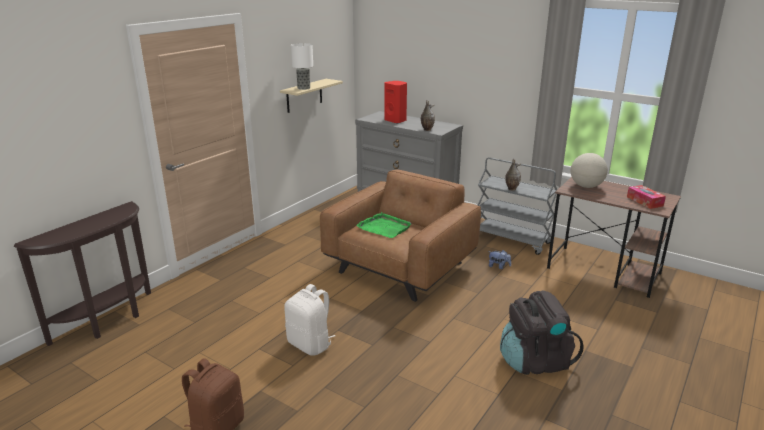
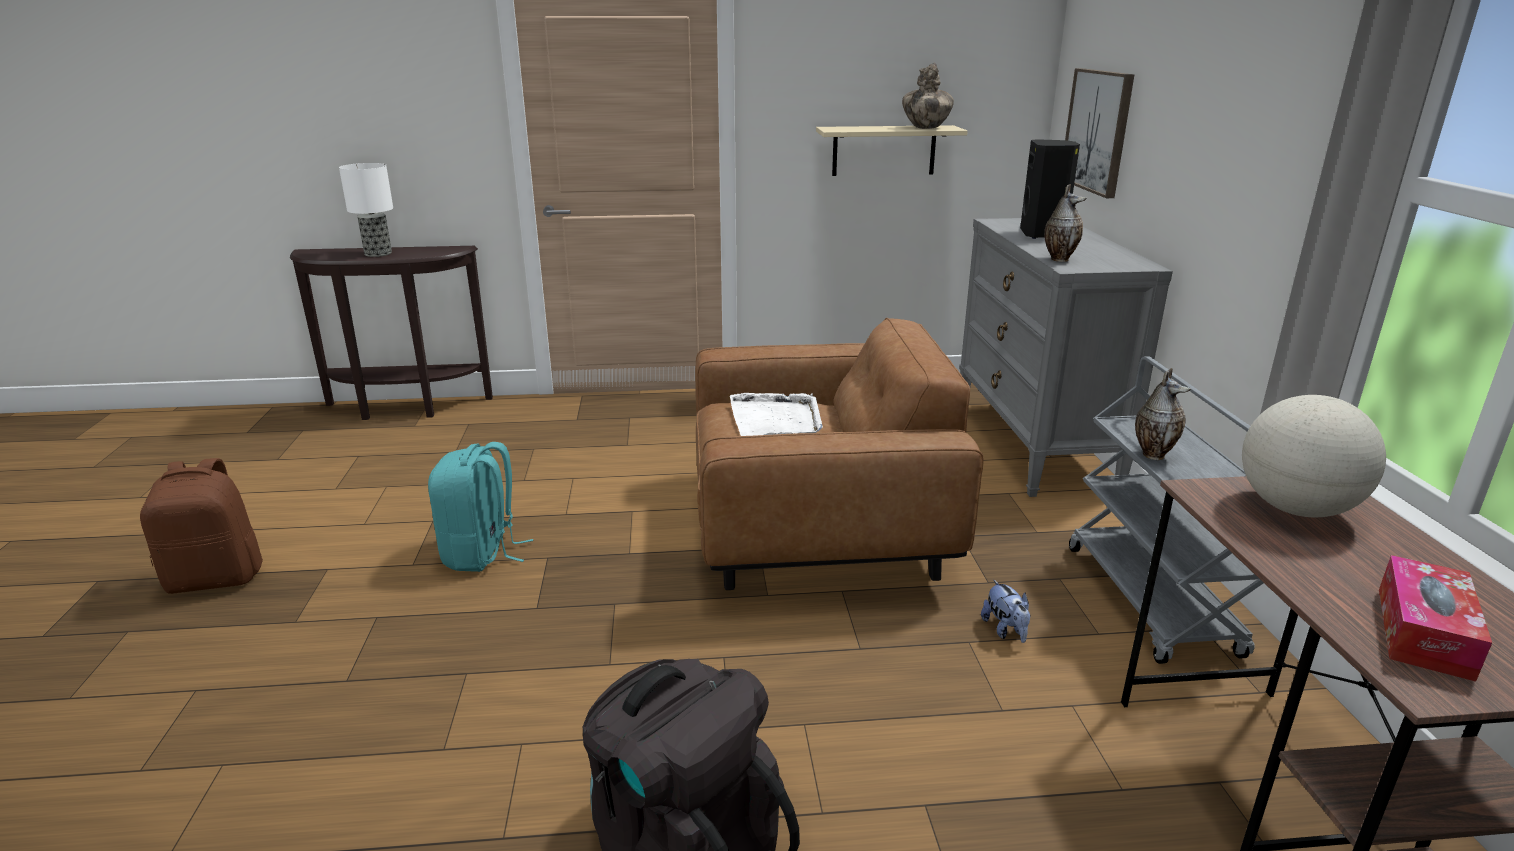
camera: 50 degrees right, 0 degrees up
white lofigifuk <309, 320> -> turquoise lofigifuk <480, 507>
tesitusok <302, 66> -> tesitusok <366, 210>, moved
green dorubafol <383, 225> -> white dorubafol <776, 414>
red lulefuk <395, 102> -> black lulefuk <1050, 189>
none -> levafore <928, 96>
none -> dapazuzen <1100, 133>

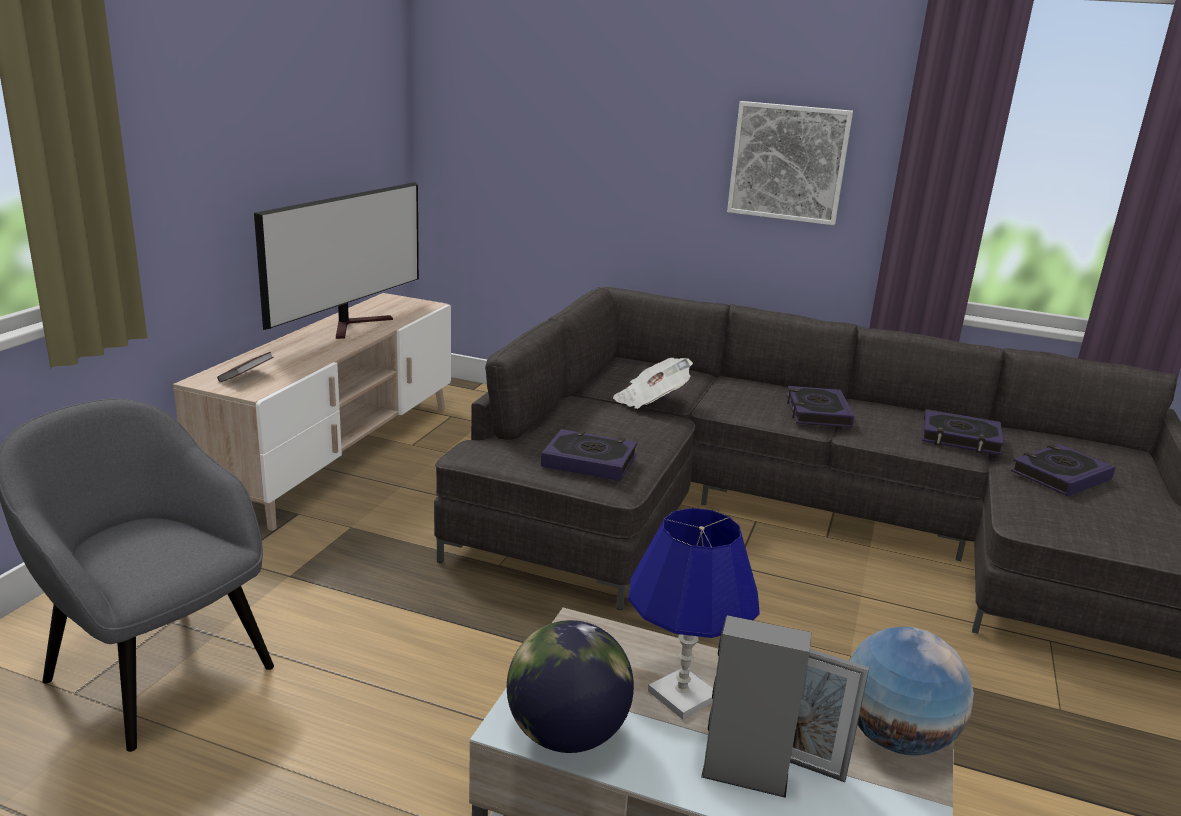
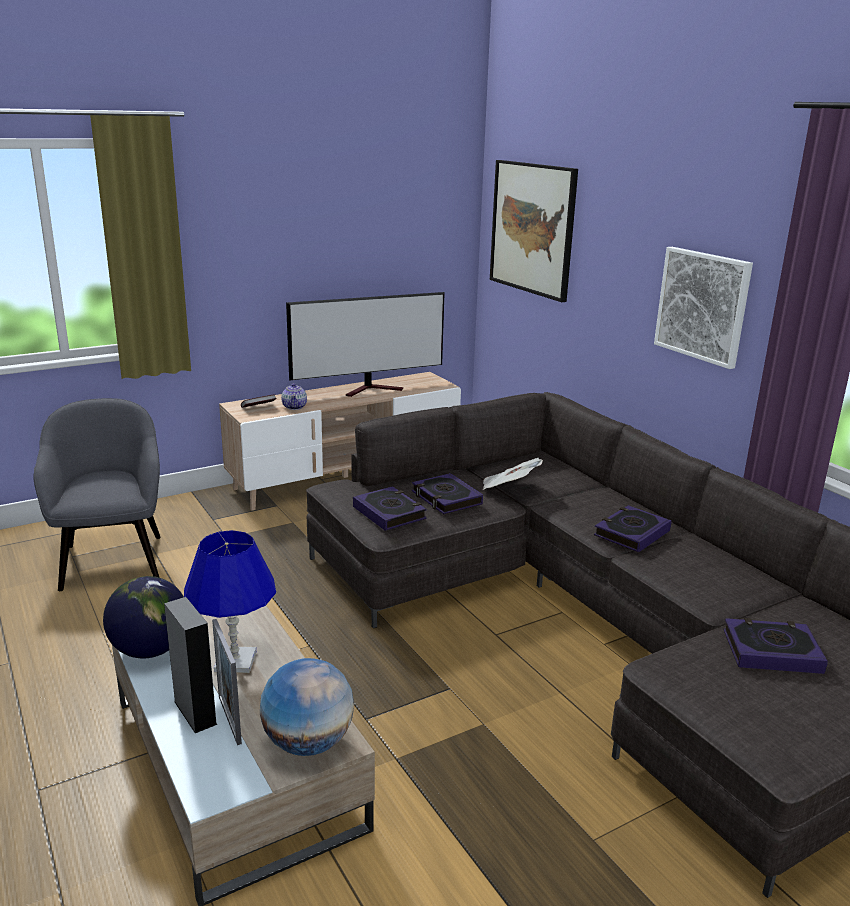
camera: 40 degrees right, 0 degrees up
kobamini <963, 432> -> kobamini <447, 493>, moved
none -> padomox <294, 396>
none -> dapazuzen <534, 231>

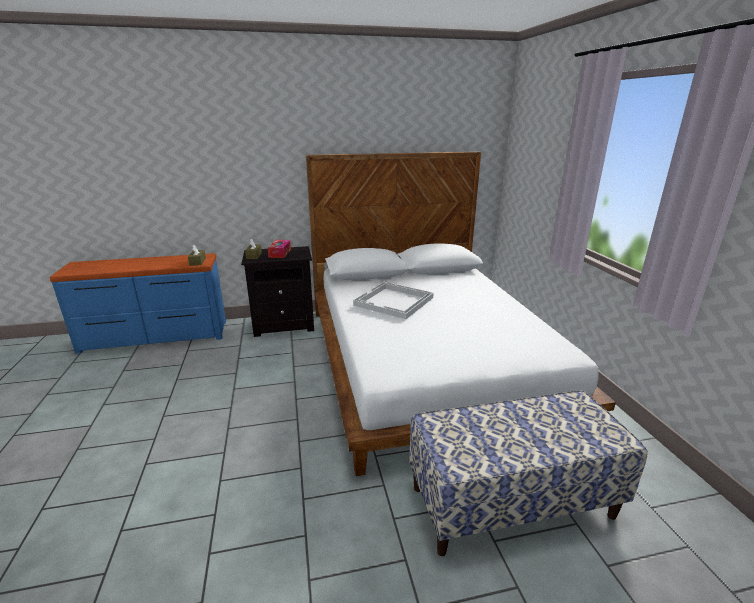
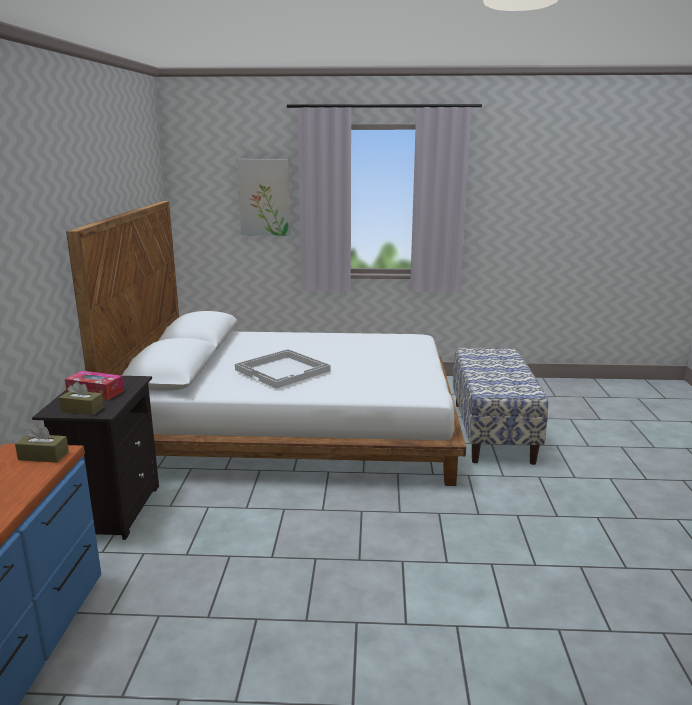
camera: 75 degrees left, 5 degrees down
none -> dapazuzen <264, 197>

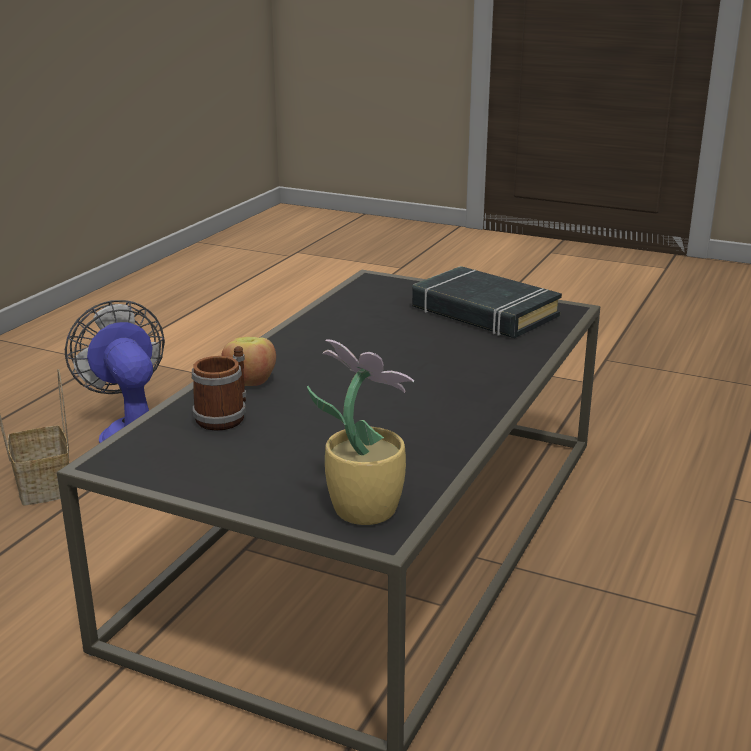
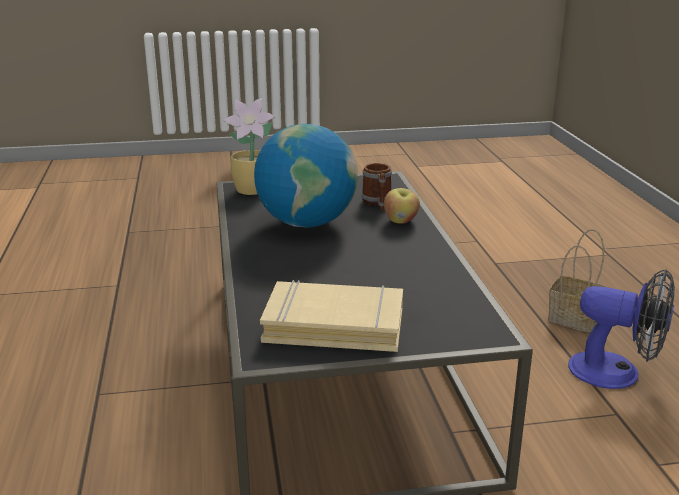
camera: 145 degrees right, 0 degrees up
black kobamini <487, 302> -> beige kobamini <331, 316>
none -> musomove <306, 176>

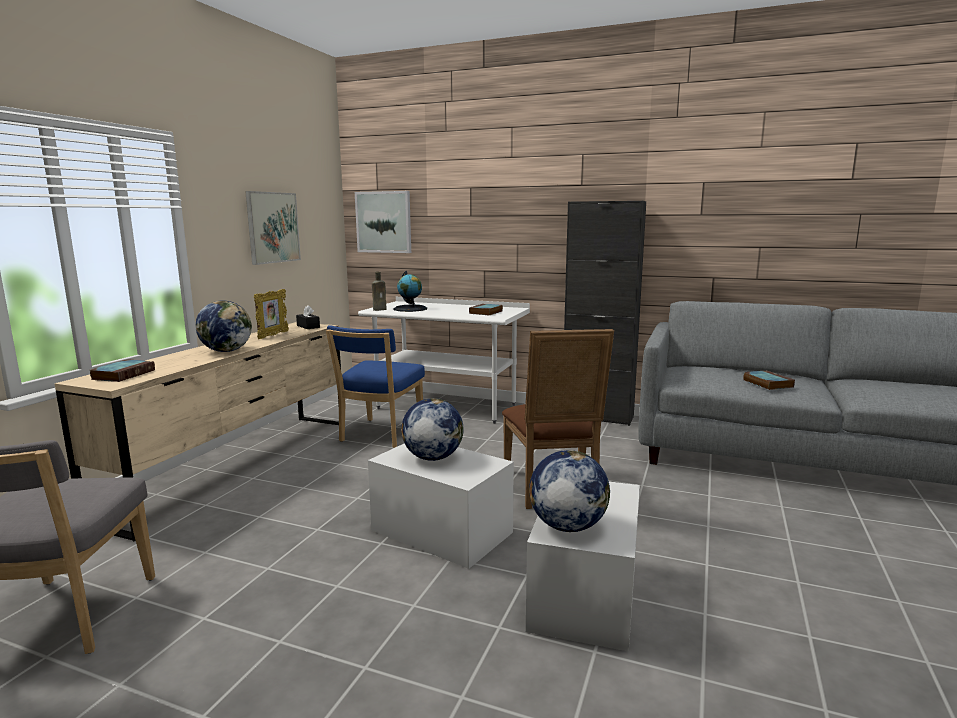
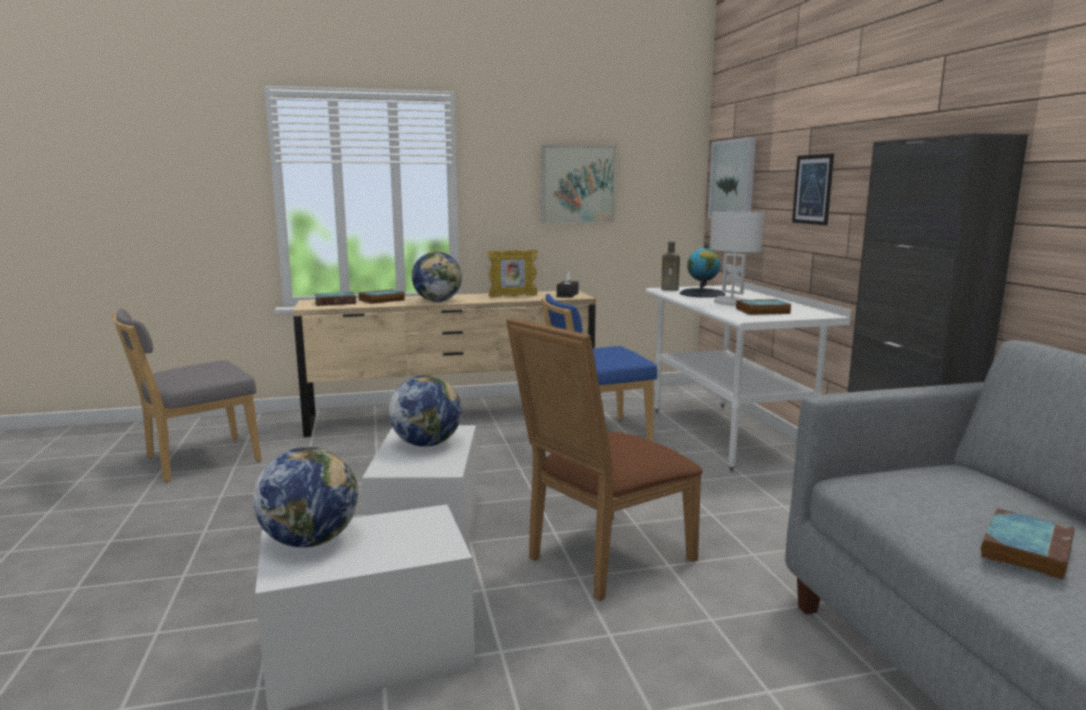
camera: 55 degrees right, 0 degrees up
none -> kobamini <382, 296>
none -> white tesitusok <737, 258>
none -> dapazuzen <813, 189>

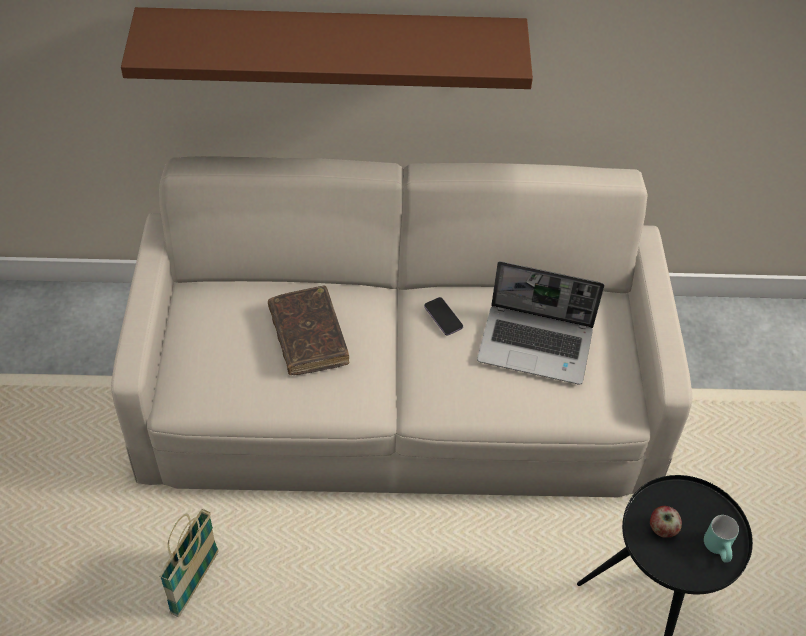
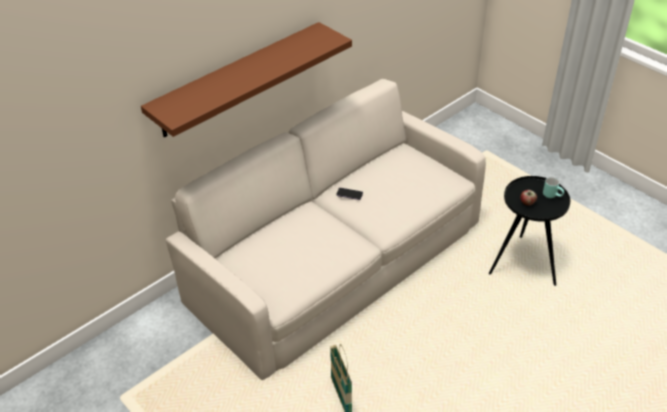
camera: 40 degrees left, 10 degrees down
brown kobamini <308, 330> -> none
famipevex <541, 323> -> none

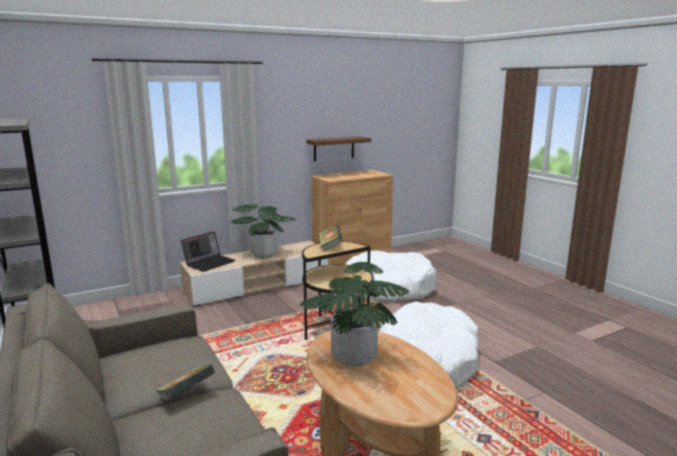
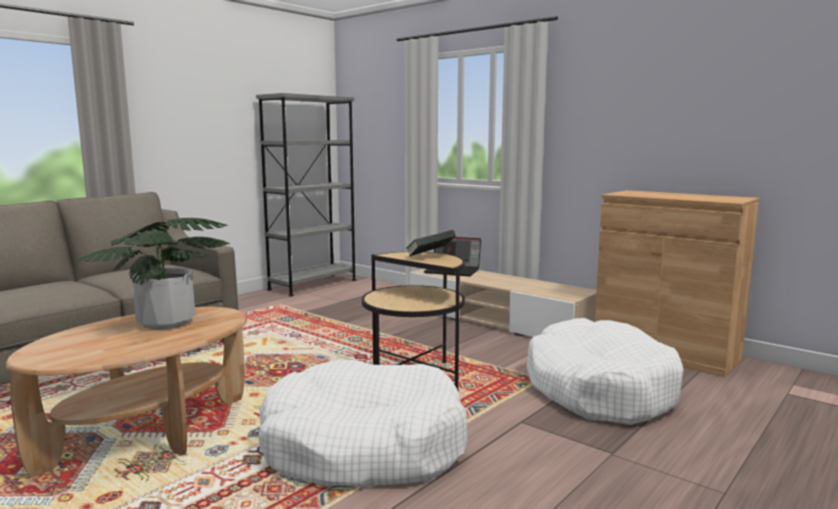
camera: 70 degrees right, 5 degrees down
kobamini <185, 382> -> none
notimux <263, 231> -> none
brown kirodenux <338, 148> -> none

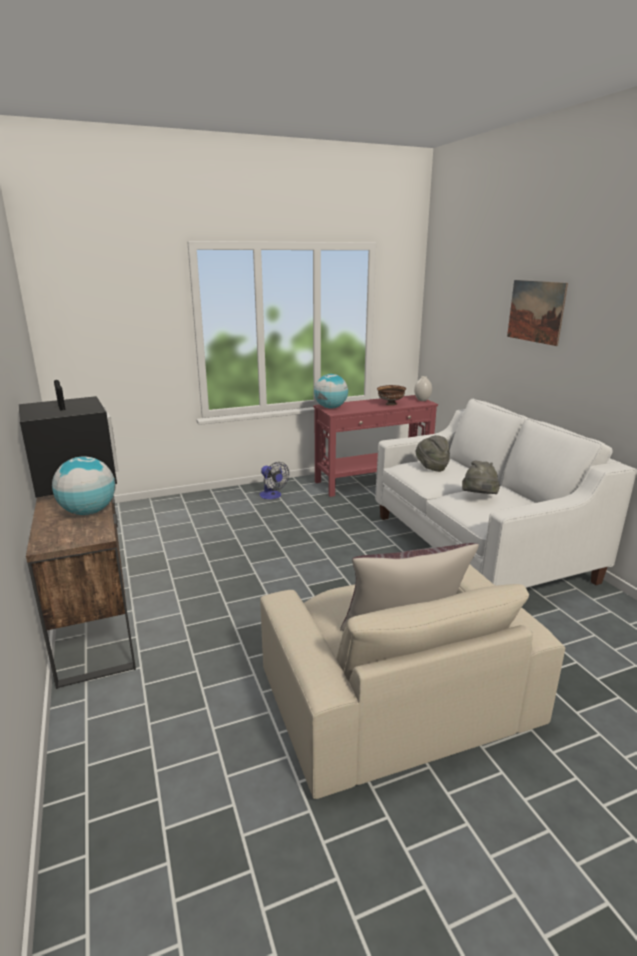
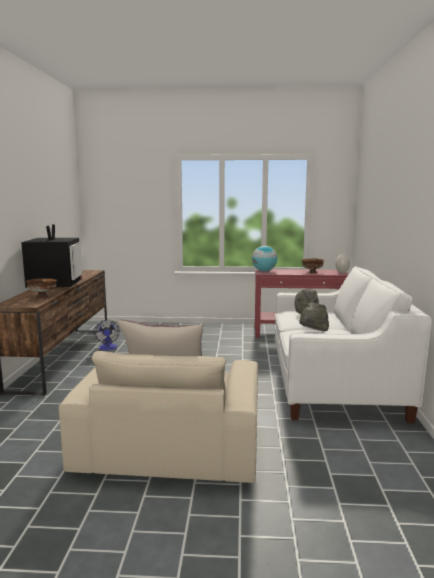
camera: 25 degrees right, 10 degrees down
musomove <84, 485> -> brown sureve <41, 288>
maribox <274, 480> -> maribox <107, 335>, moved
dapazuzen <537, 313> -> none

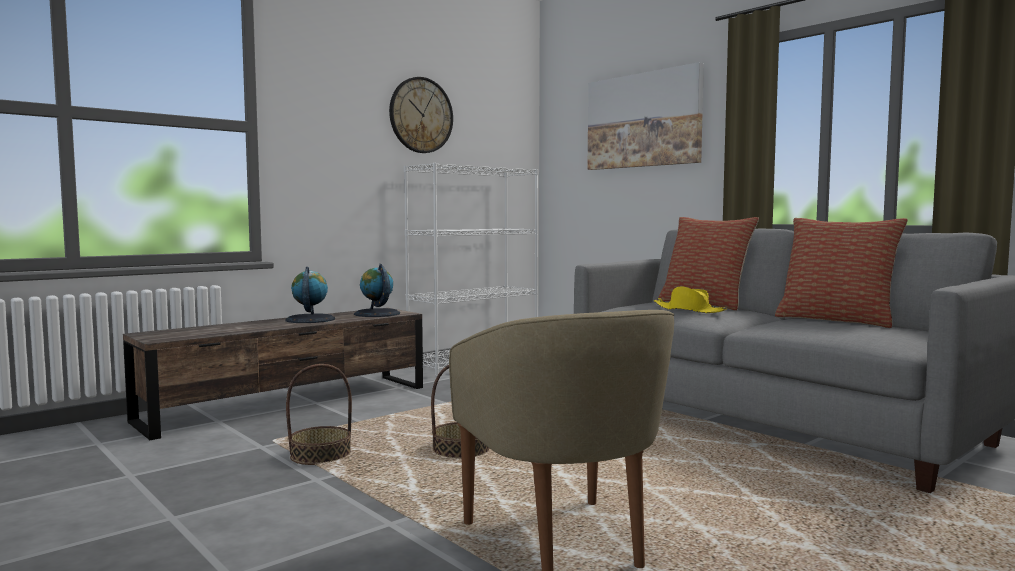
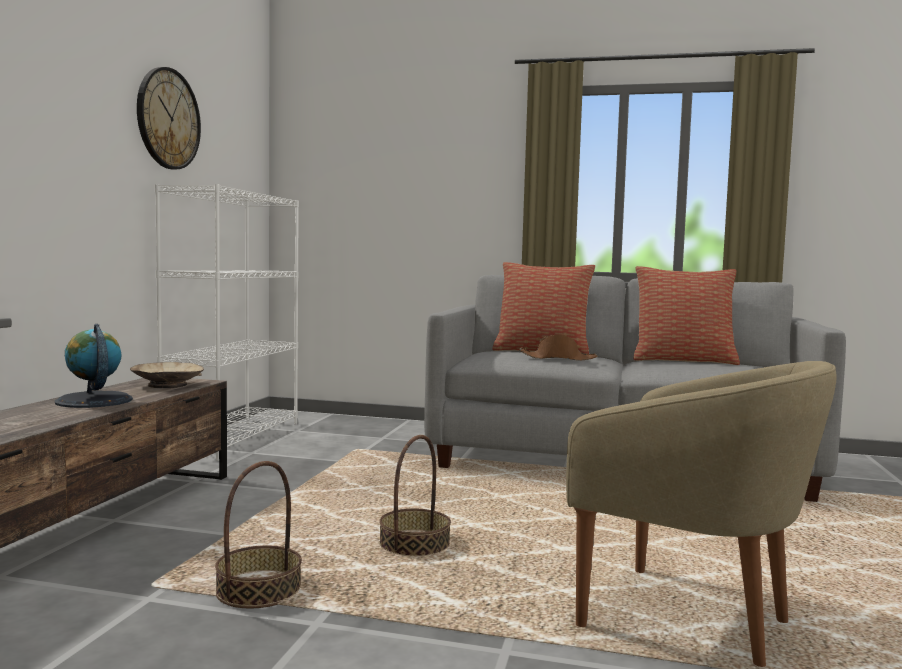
camera: 35 degrees left, 0 degrees up
musomove <377, 290> -> beige sureve <167, 375>
dapazuzen <645, 116> -> none
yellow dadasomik <690, 299> -> brown dadasomik <558, 347>

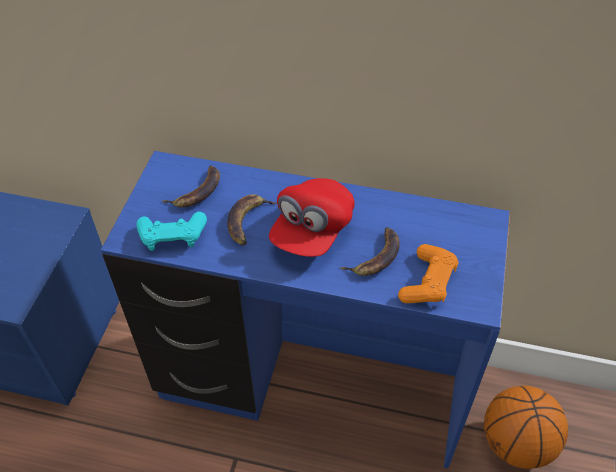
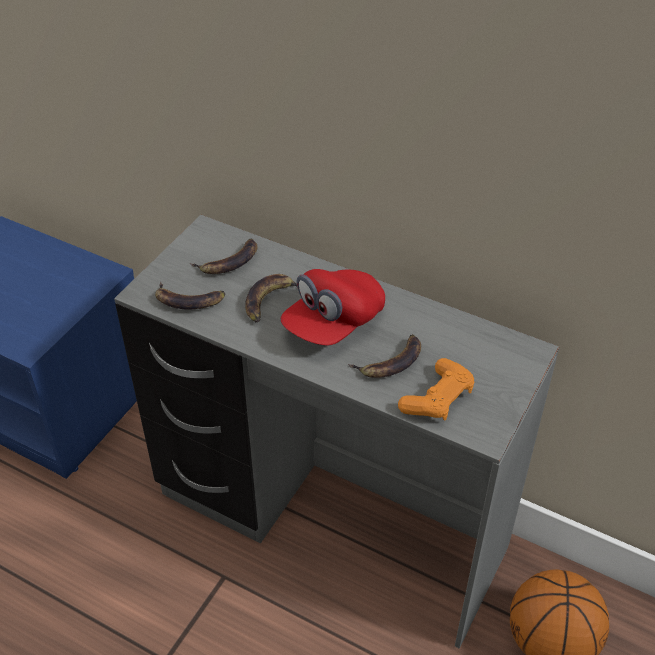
camera: 15 degrees right, 5 degrees down
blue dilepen <305, 310> -> grey dilepen <336, 431>
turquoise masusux <171, 231> -> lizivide <190, 295>

